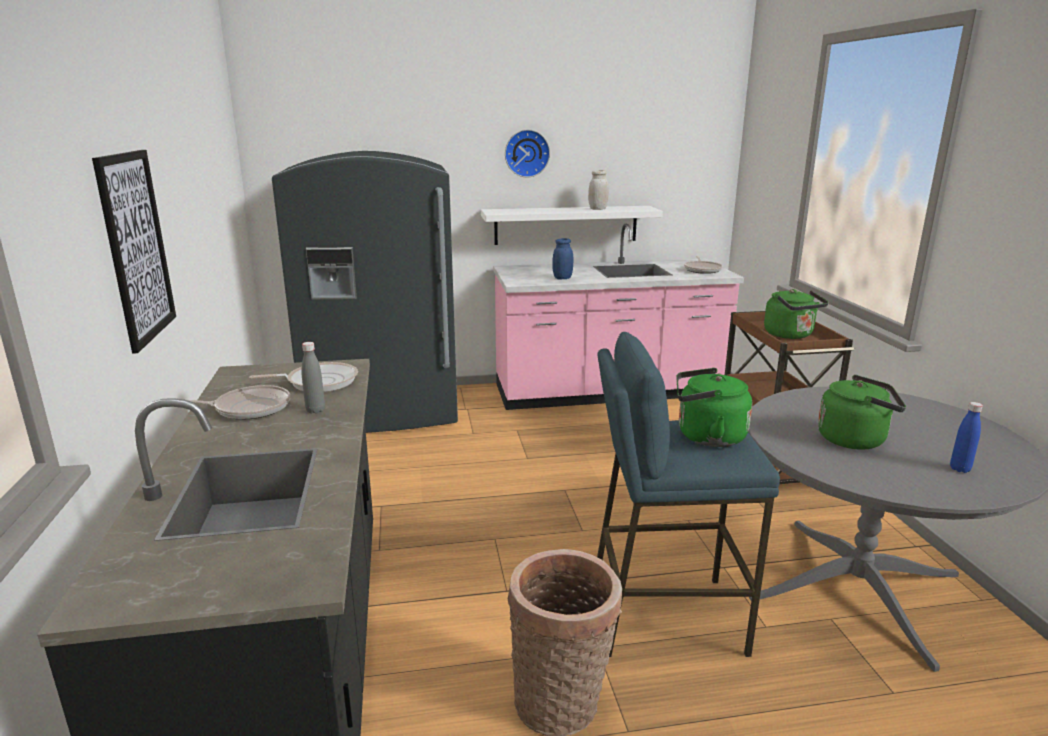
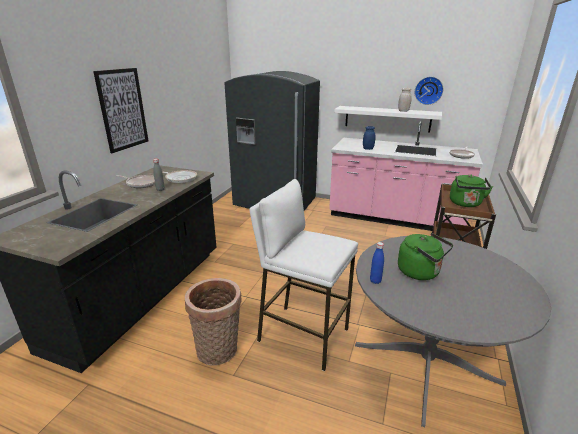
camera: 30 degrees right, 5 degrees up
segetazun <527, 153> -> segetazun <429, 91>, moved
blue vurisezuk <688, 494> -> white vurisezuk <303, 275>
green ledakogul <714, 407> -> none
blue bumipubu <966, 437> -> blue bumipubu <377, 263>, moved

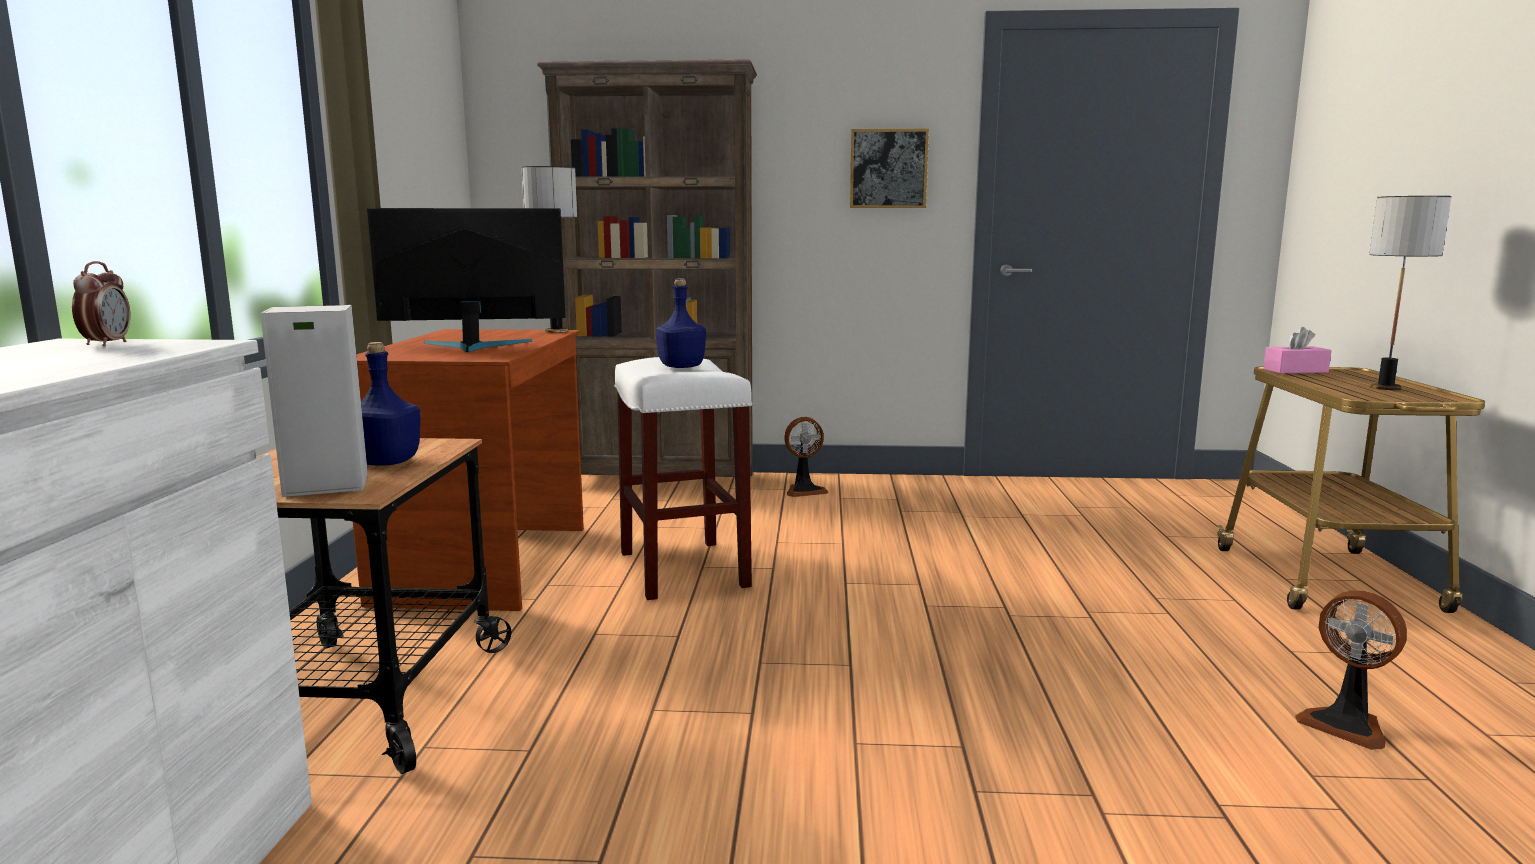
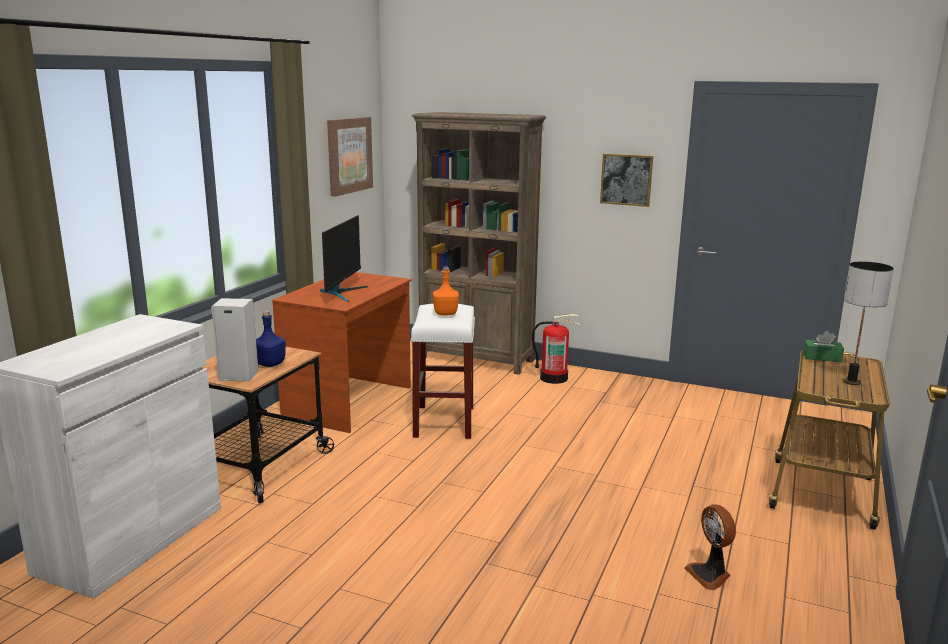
camera: 20 degrees right, 5 degrees up
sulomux <101, 303> -> none
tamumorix <466, 280> -> tamumorix <344, 258>, 90 degrees clockwise
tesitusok <549, 249> -> none
blue bumipubu <681, 323> -> orange bumipubu <446, 290>
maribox <806, 457> -> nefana <557, 349>
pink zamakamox <1297, 350> -> green zamakamox <823, 346>
none -> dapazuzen <350, 157>

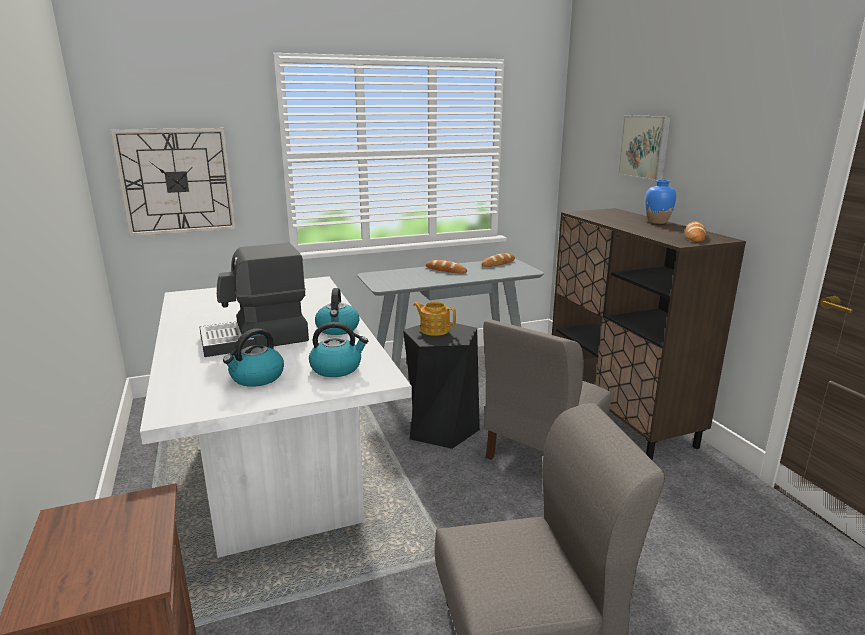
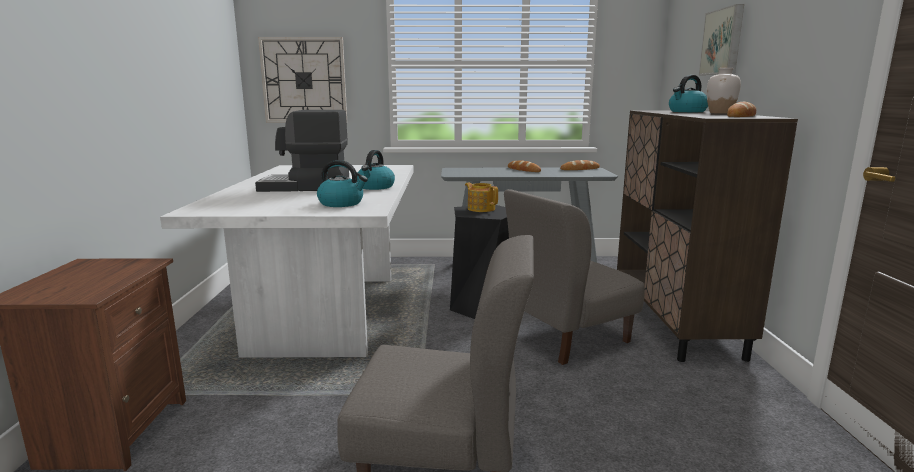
camera: 20 degrees right, 5 degrees down
ledakogul <253, 358> -> ledakogul <688, 93>, moved
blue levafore <660, 202> -> white levafore <724, 91>

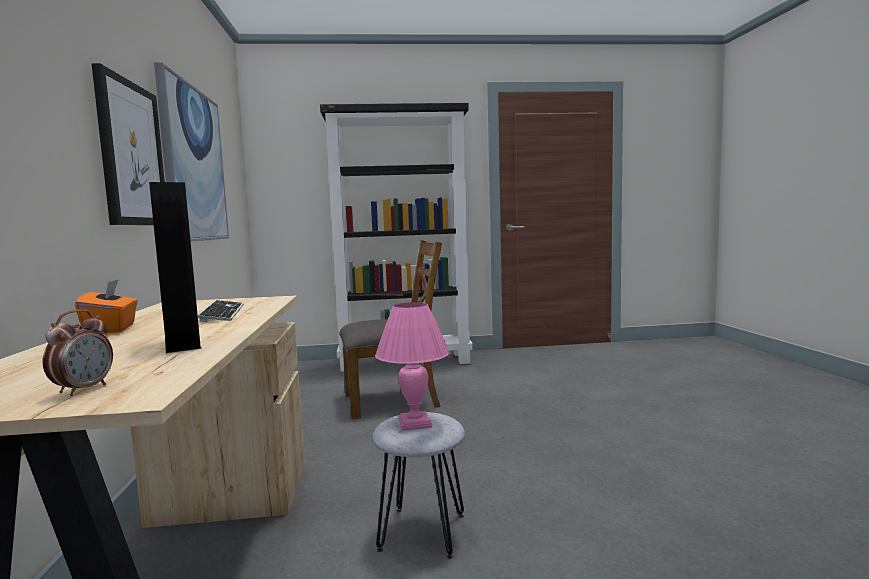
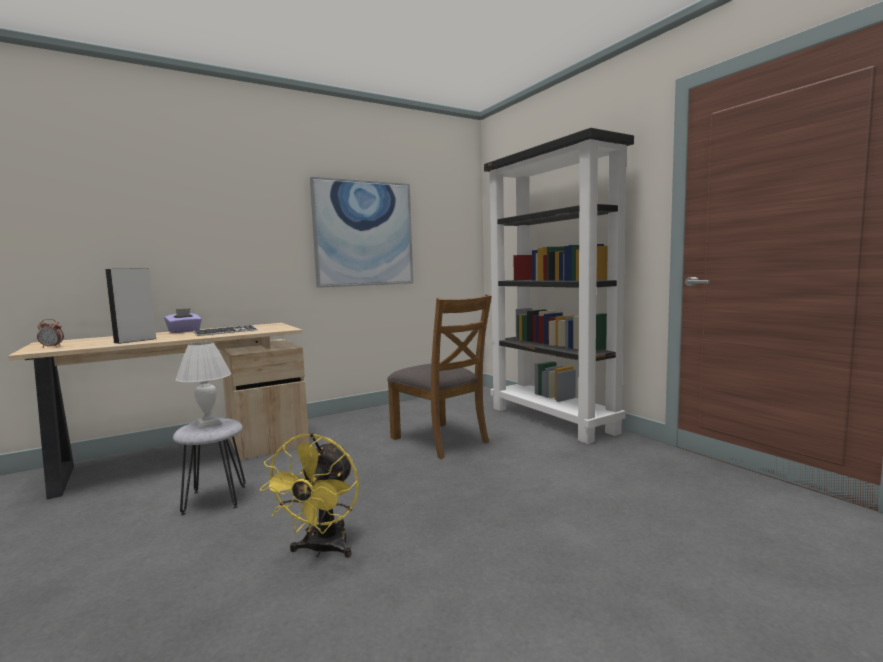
camera: 65 degrees right, 0 degrees up
orange zamakamox <106, 306> -> purple zamakamox <183, 320>
dapazuzen <128, 144> -> none
pink tesitusok <412, 366> -> white tesitusok <203, 385>
none -> yellow maribox <309, 495>

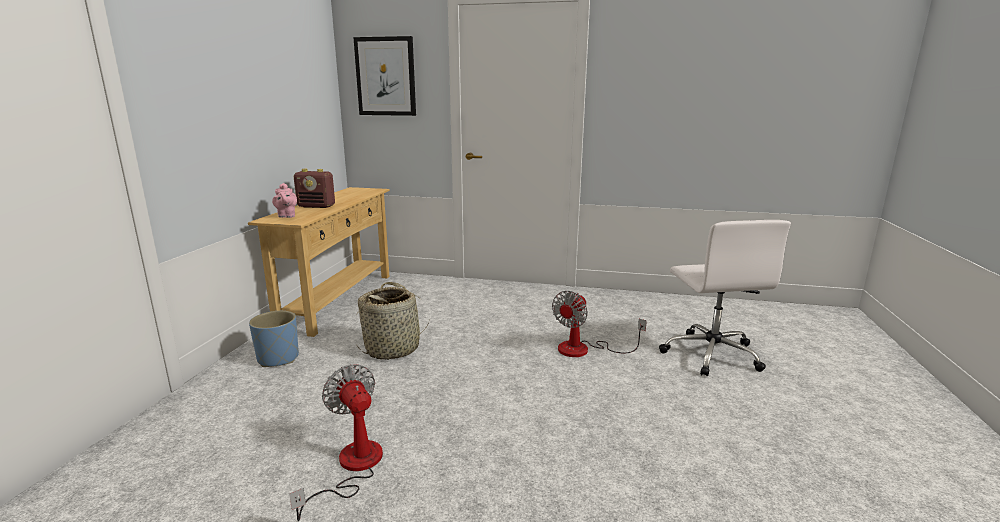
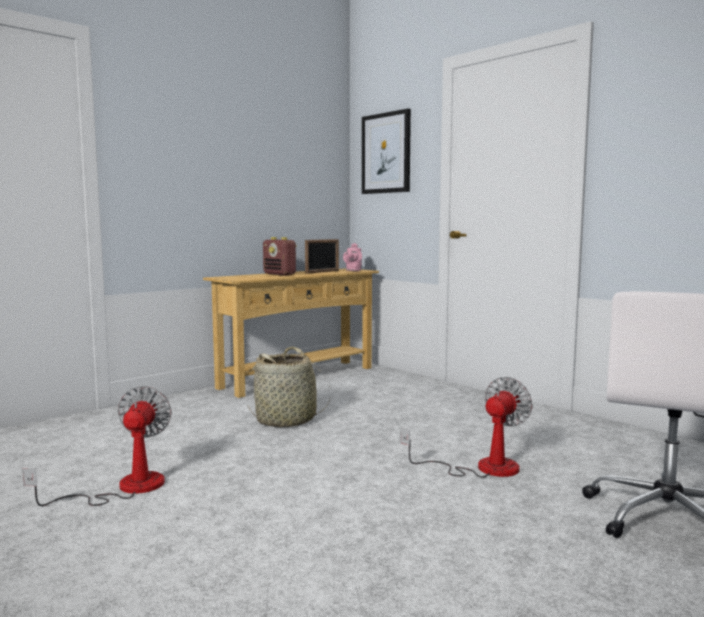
camera: 35 degrees right, 10 degrees down
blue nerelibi <274, 339> -> none
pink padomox <284, 200> -> pink padomox <352, 257>, moved
maribox <599, 324> -> maribox <467, 427>, 150 degrees clockwise
none -> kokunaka <322, 256>

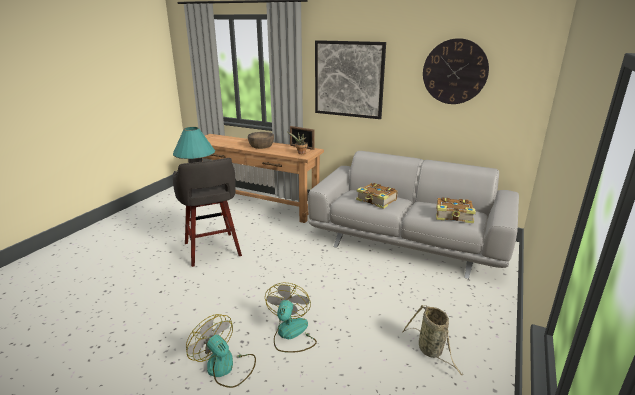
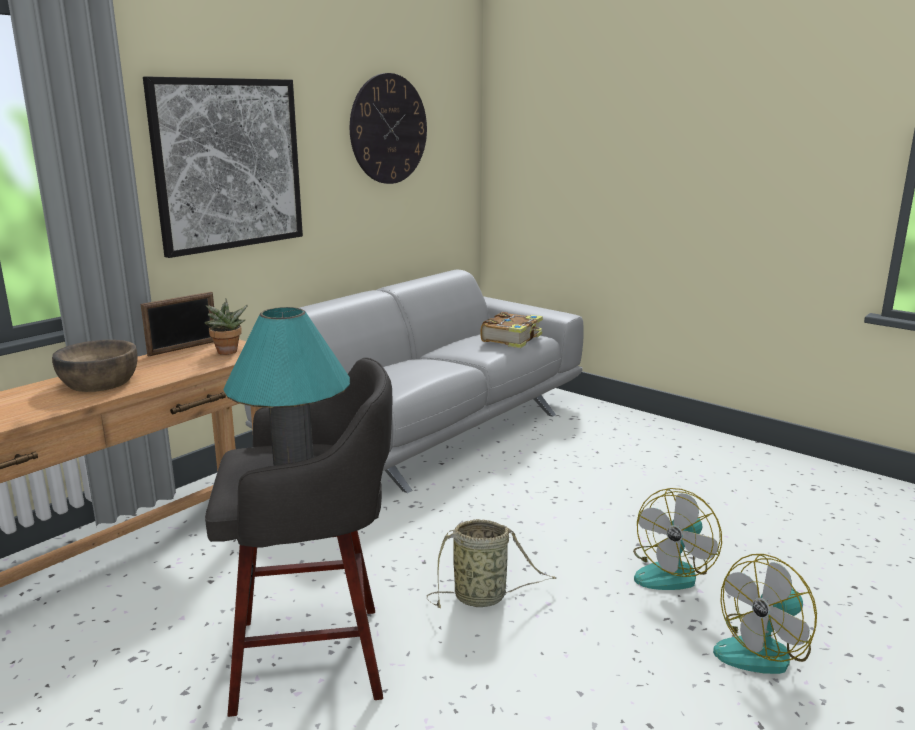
camera: 75 degrees left, 5 degrees down
maribox <291, 318> -> maribox <677, 539>, 75 degrees counterclockwise
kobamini <377, 196> -> none
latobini <432, 340> -> latobini <491, 563>, moved

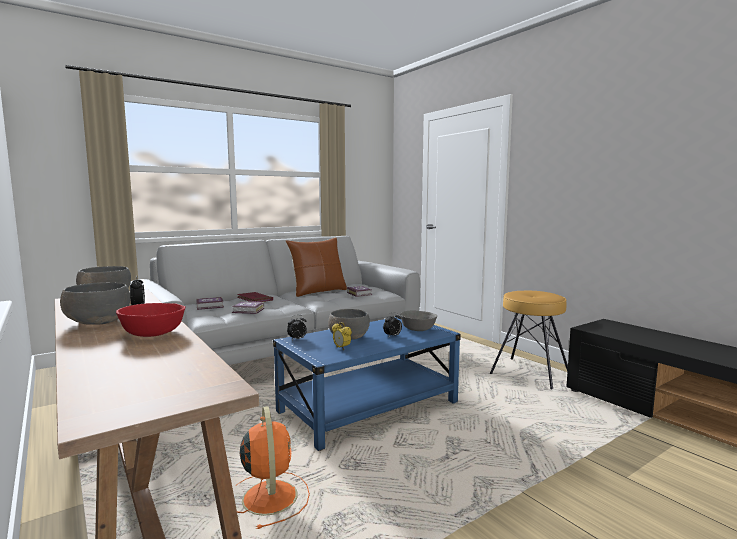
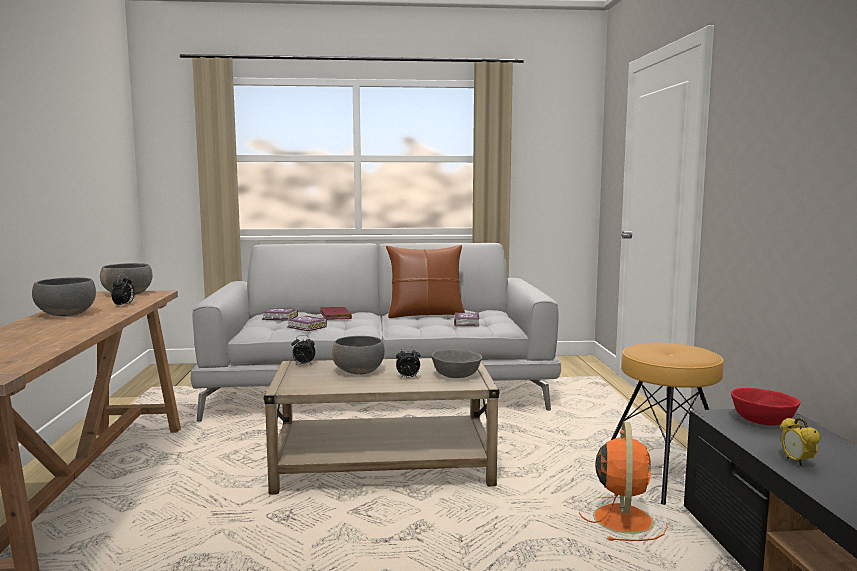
camera: 30 degrees right, 0 degrees up
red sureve <150, 320> -> red sureve <765, 407>, moved
orange maribox <273, 467> -> orange maribox <623, 481>, moved
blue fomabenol <367, 384> -> beige fomabenol <381, 426>
sulomux <342, 336> -> sulomux <801, 442>, moved

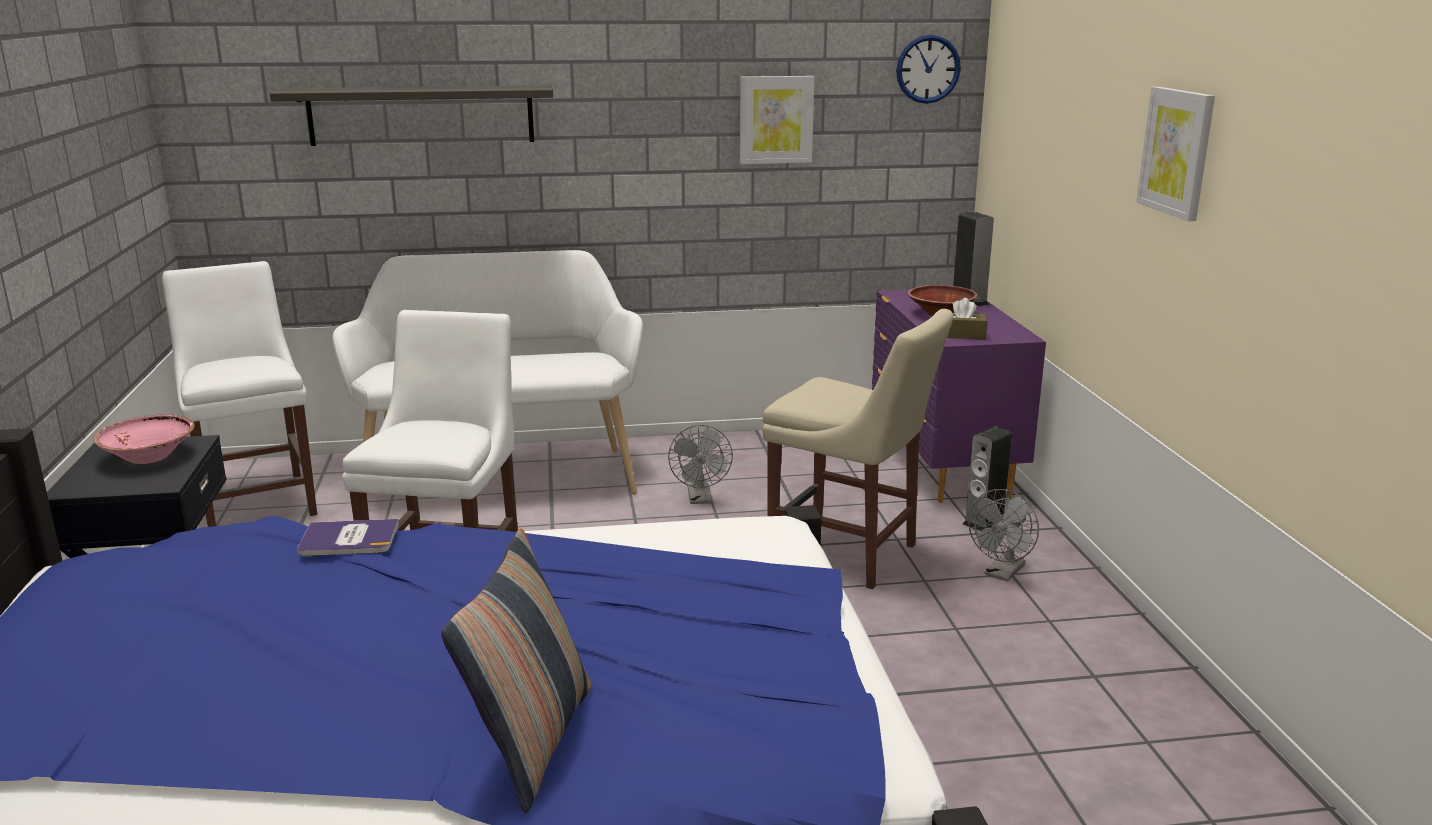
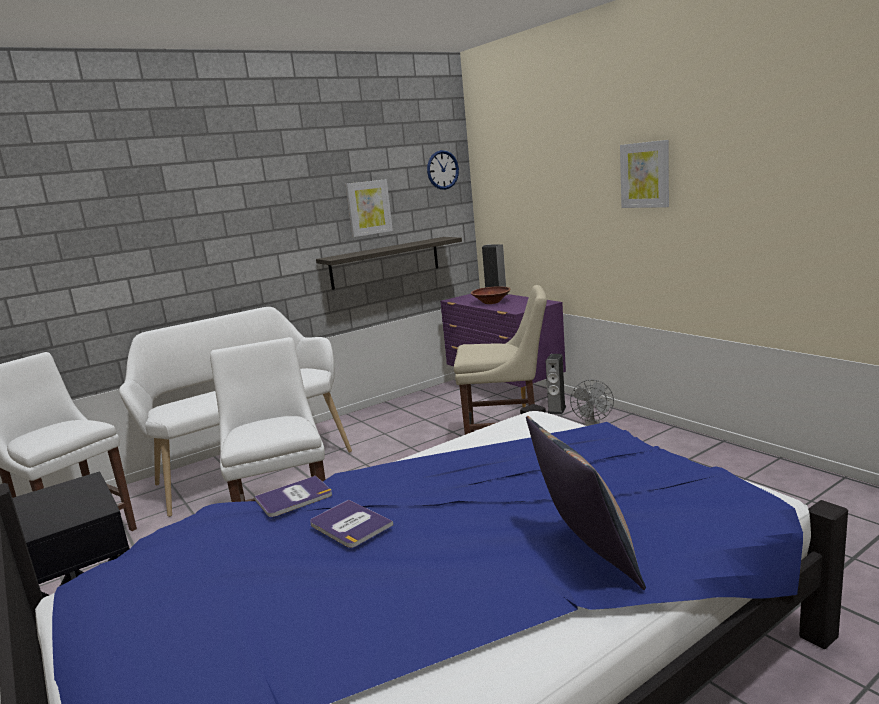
camera: 25 degrees left, 5 degrees down
pink sureve <144, 439> -> none
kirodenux <411, 115> -> kirodenux <389, 263>, moved
grey maribox <700, 464> -> none
brown zamakamox <967, 318> -> none
none -> kobamini <351, 524>

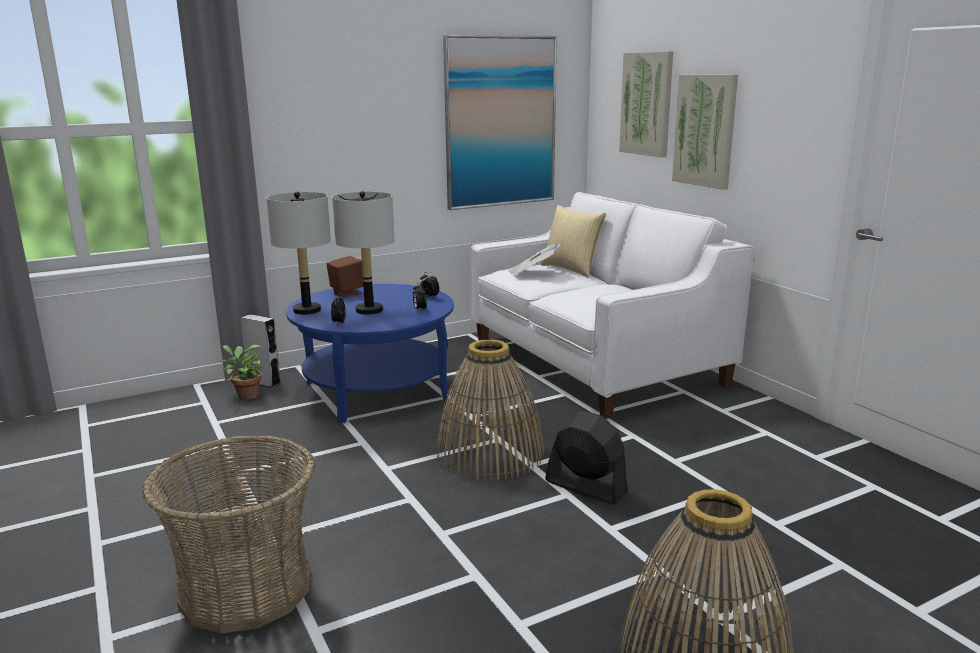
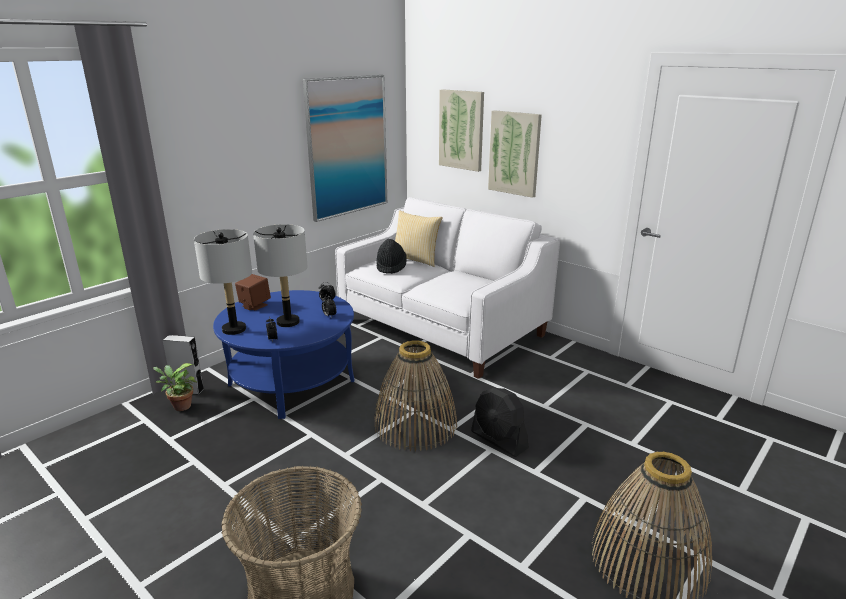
camera: 20 degrees left, 5 degrees up
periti <534, 259> -> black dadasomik <391, 256>
black maribox <586, 457> -> black maribox <499, 422>, 150 degrees counterclockwise

